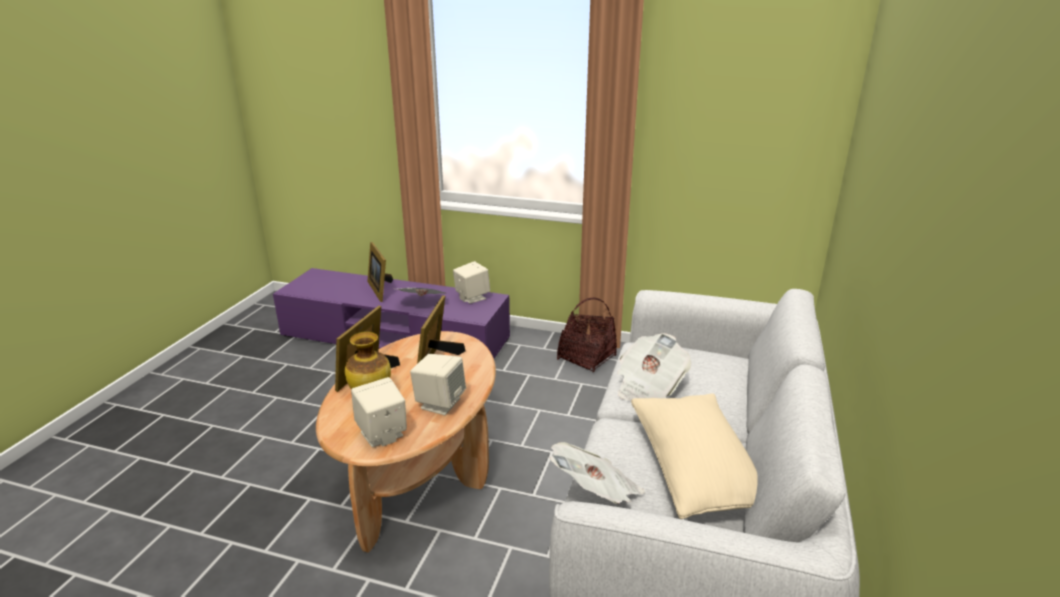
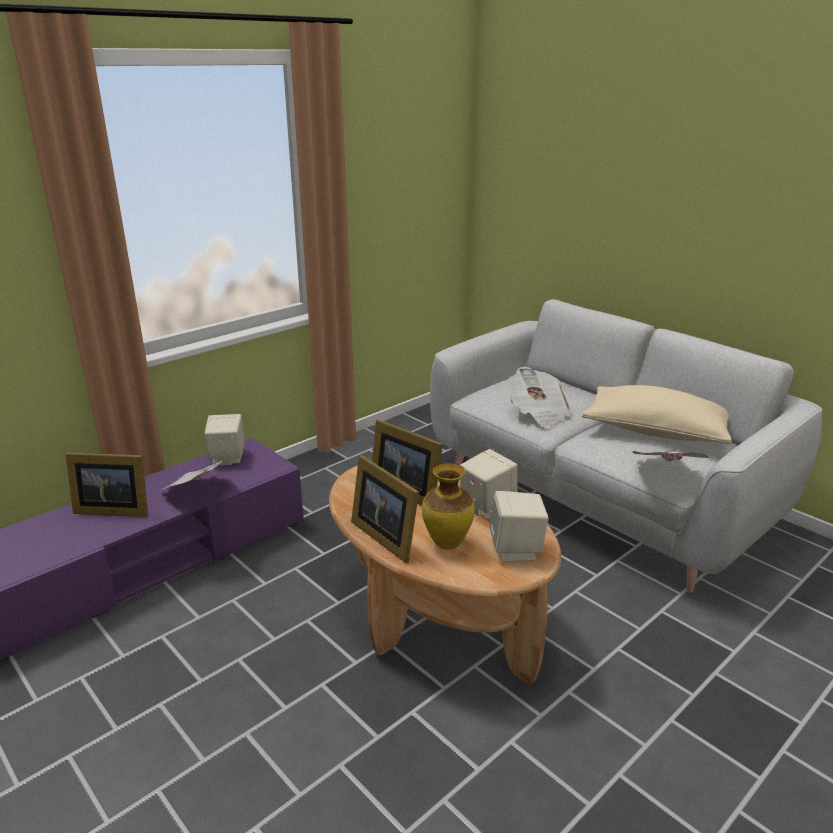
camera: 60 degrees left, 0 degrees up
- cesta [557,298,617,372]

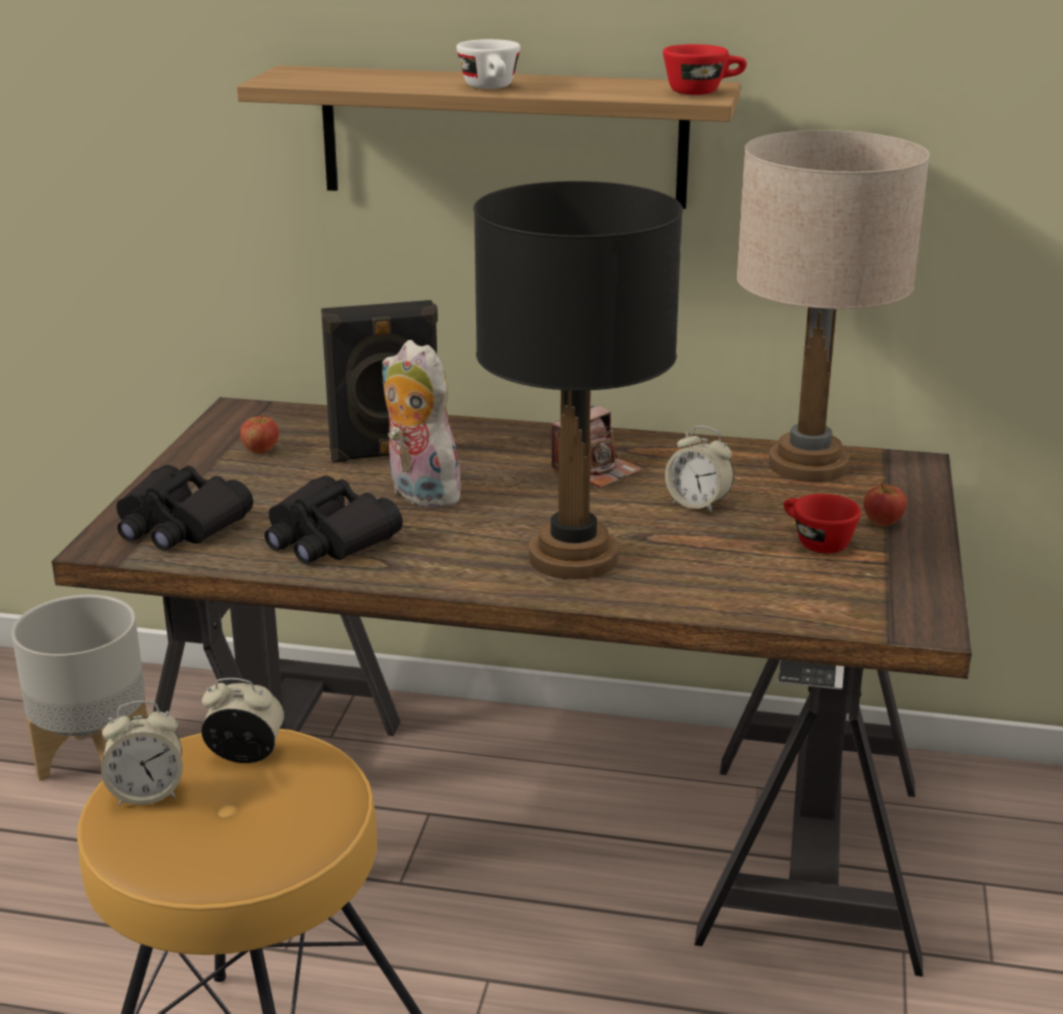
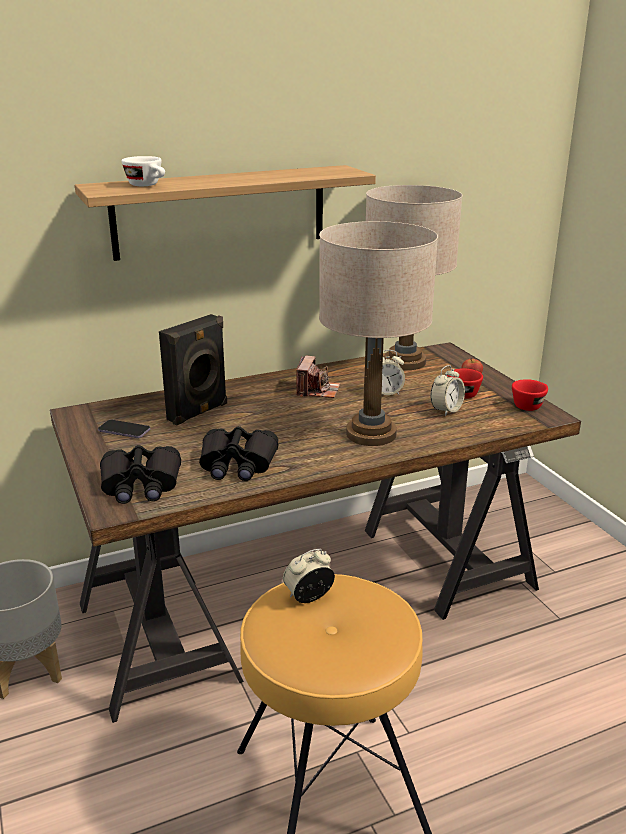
camera: 35 degrees left, 0 degrees up
~ taza/blanco [456,39,520,89] to [121,156,165,186]
~ taza/rojo [663,44,747,95] to [512,379,548,411]
~ lámpara de mesa/negro [474,181,683,579] to lámpara de mesa/beis [319,221,438,446]
- peluche [381,340,467,508]
~ manzana [240,413,279,454] to móvil [98,420,150,438]
~ despertador [101,701,183,806] to [431,365,465,416]

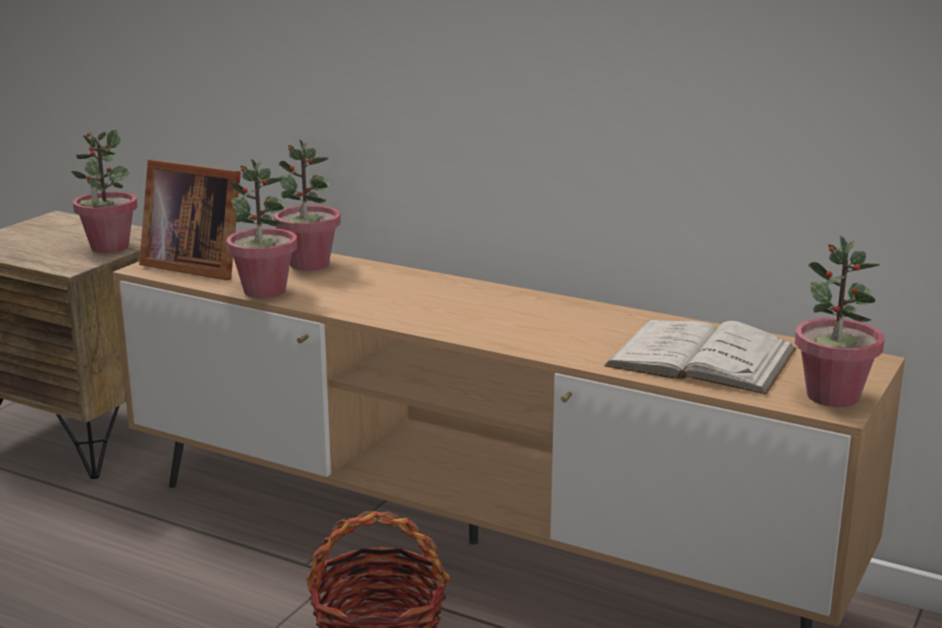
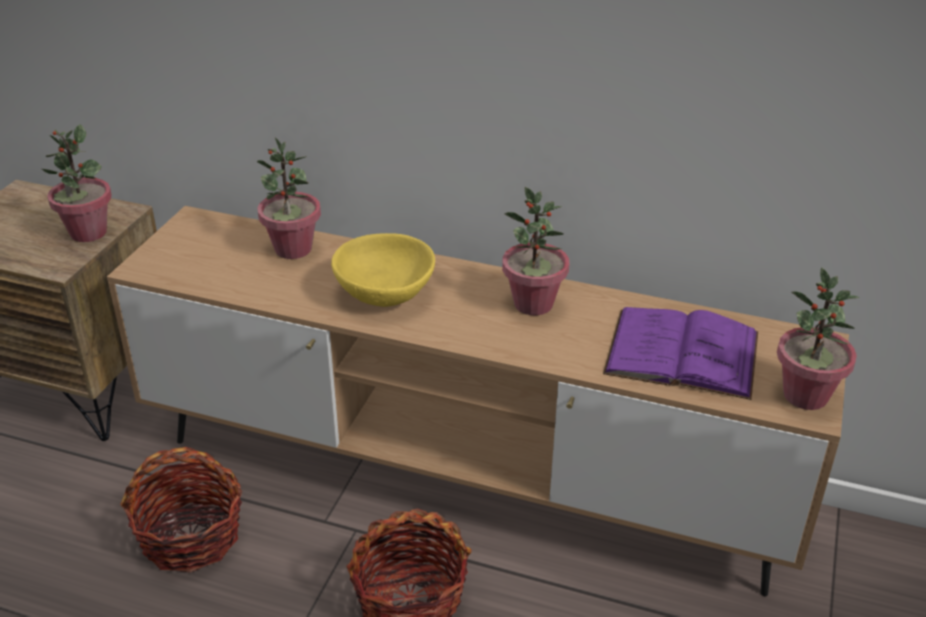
camera: 10 degrees left, 15 degrees up
- portarretratos [139,159,241,280]
~ planta en maceta [226,159,297,298] to [502,187,569,315]
~ libro/blanco [604,320,797,395] to libro/morado [603,307,758,400]
+ cuenco/amarillo [331,233,435,307]
+ cesta [120,447,242,573]

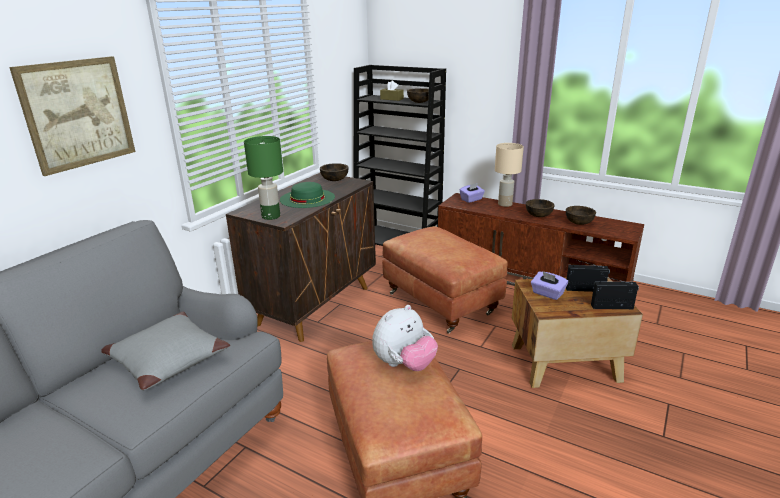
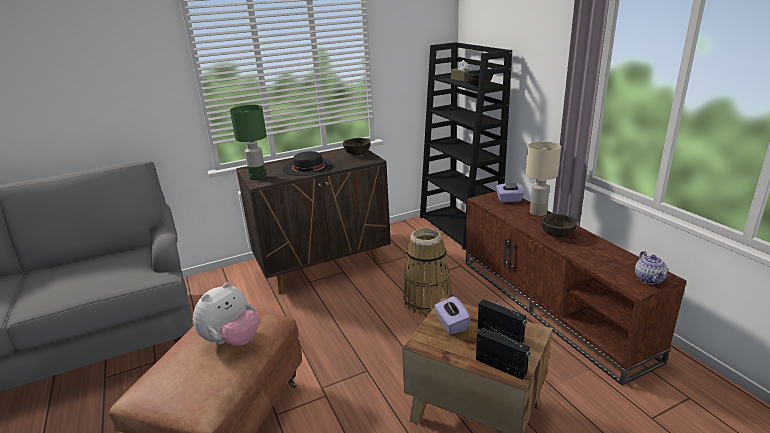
camera: 35 degrees right, 0 degrees up
- cuadro [9,56,135,176]
~ sombrero/verde [280,182,335,208] to sombrero/negro [283,151,334,176]
- cuenco/marrón [566,206,596,225]
~ puf/marrón [382,226,508,334] to cesta [403,228,451,315]
~ peluche [372,305,438,371] = [193,282,260,346] 45 degrees counterclockwise
- cojín/gris [101,312,230,390]
+ tetera [635,251,667,284]

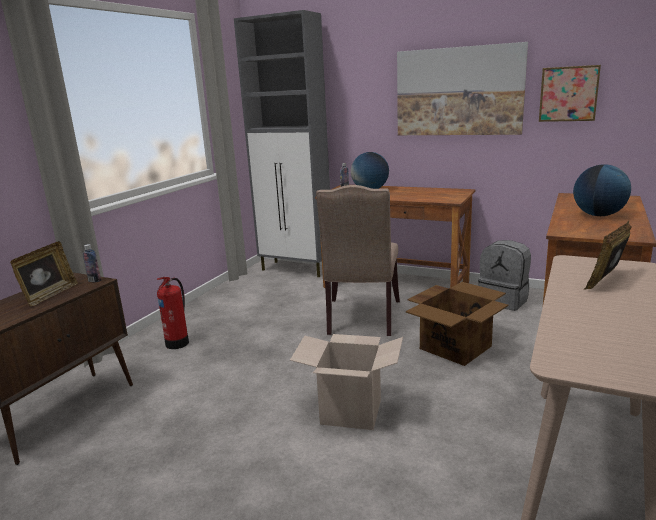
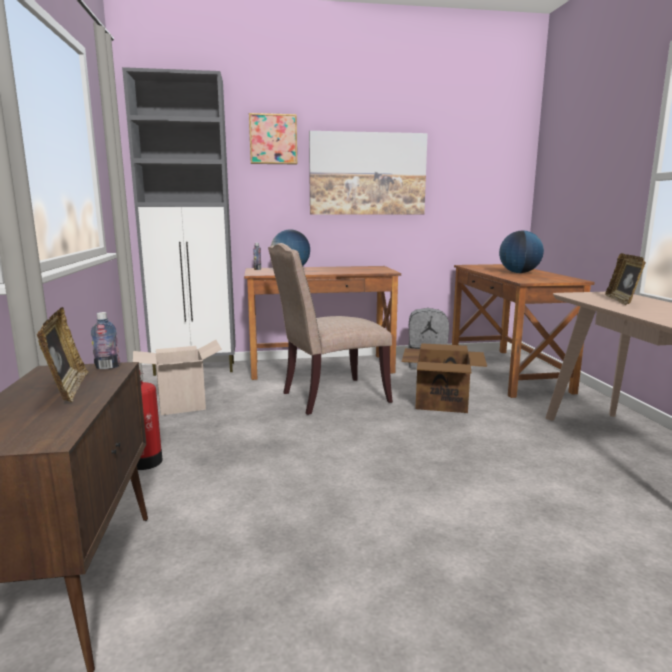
camera: 35 degrees left, 5 degrees down
~ cuadro [539,65,601,122] to [249,113,297,164]
~ silla/beis [316,185,400,336] = [268,243,393,415] 90 degrees clockwise
~ caja de cartón [290,334,403,430] to [133,340,222,415]

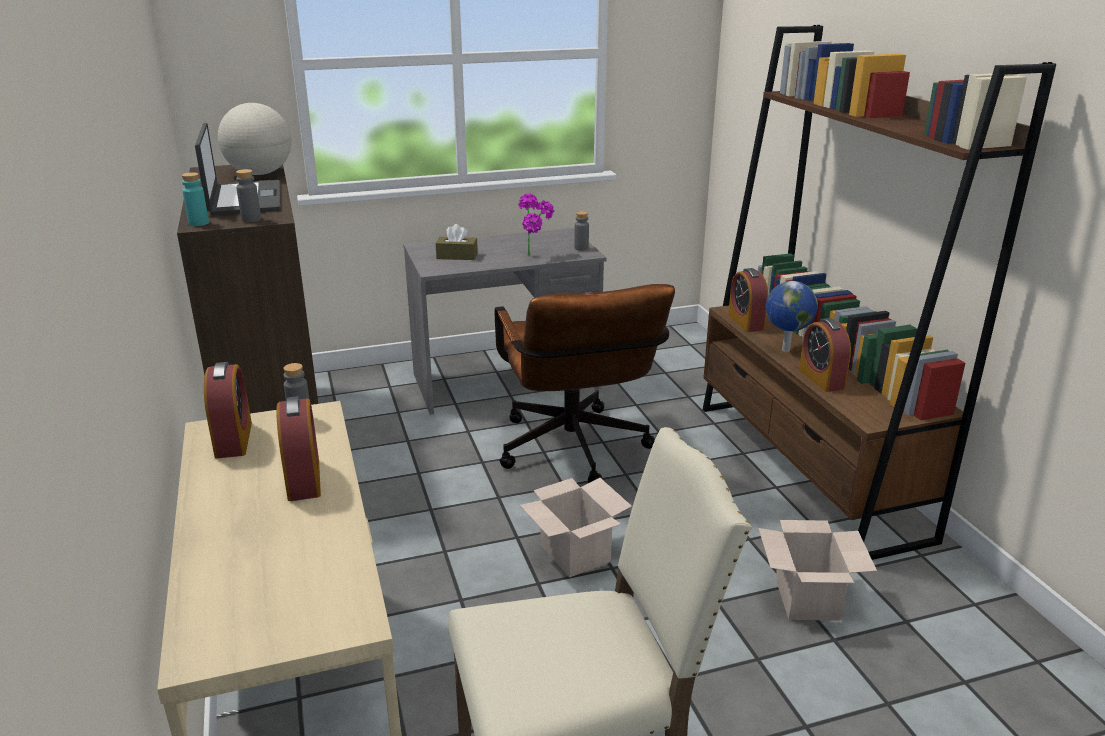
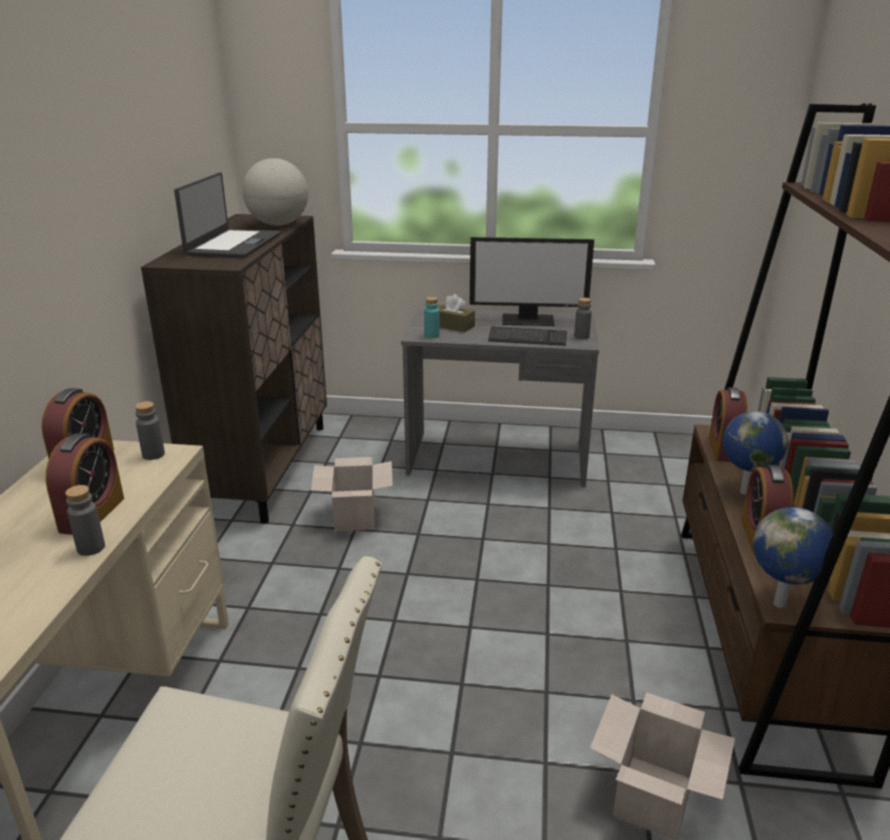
camera: 25 degrees right, 0 degrees up
~ botella/gris [236,169,261,222] to [65,485,105,556]
~ botella/turquesa [182,172,209,226] to [424,297,440,338]
~ planta en maceta [519,193,554,256] to teclado [488,327,567,346]
- silla de oficina/marrón [495,284,675,483]
~ caja de cartón [520,478,632,577] to [311,457,393,532]
+ monitor [470,237,594,326]
+ globo terráqueo [753,507,833,608]

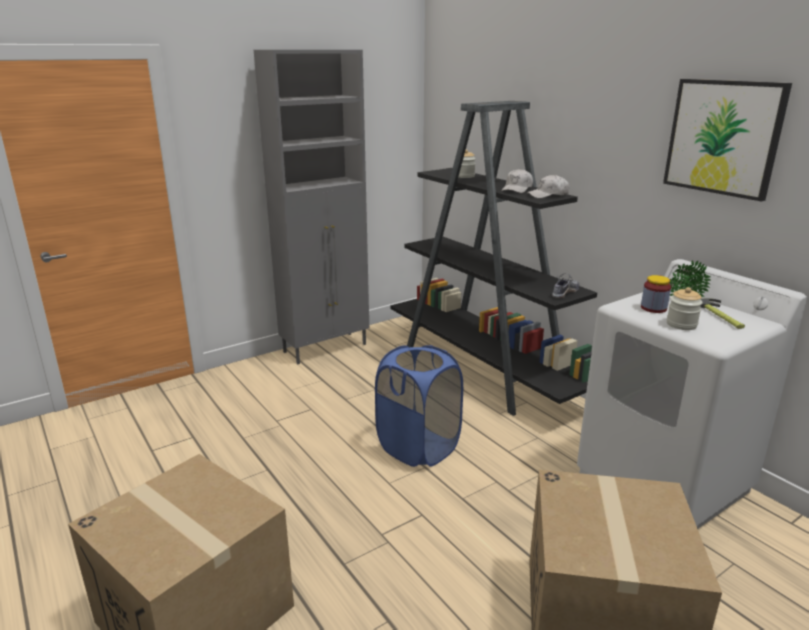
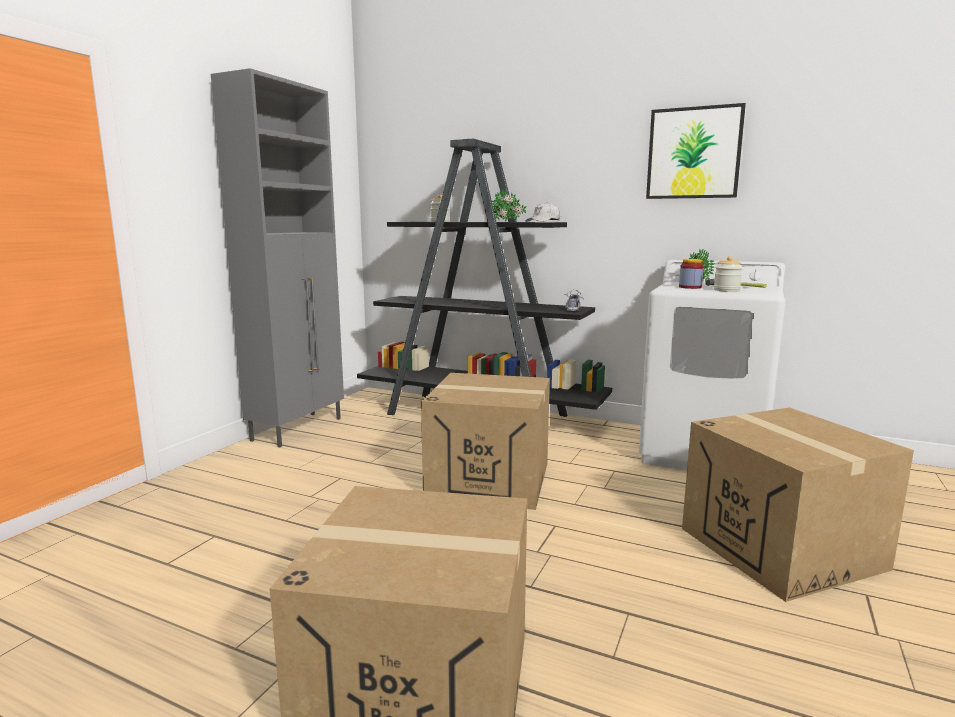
camera: 30 degrees left, 10 degrees down
~ gorra/blanco [501,169,533,193] to planta en maceta [492,189,526,222]
~ cesto de la ropa/azul [375,345,463,467] to caja de cartón [421,373,550,510]

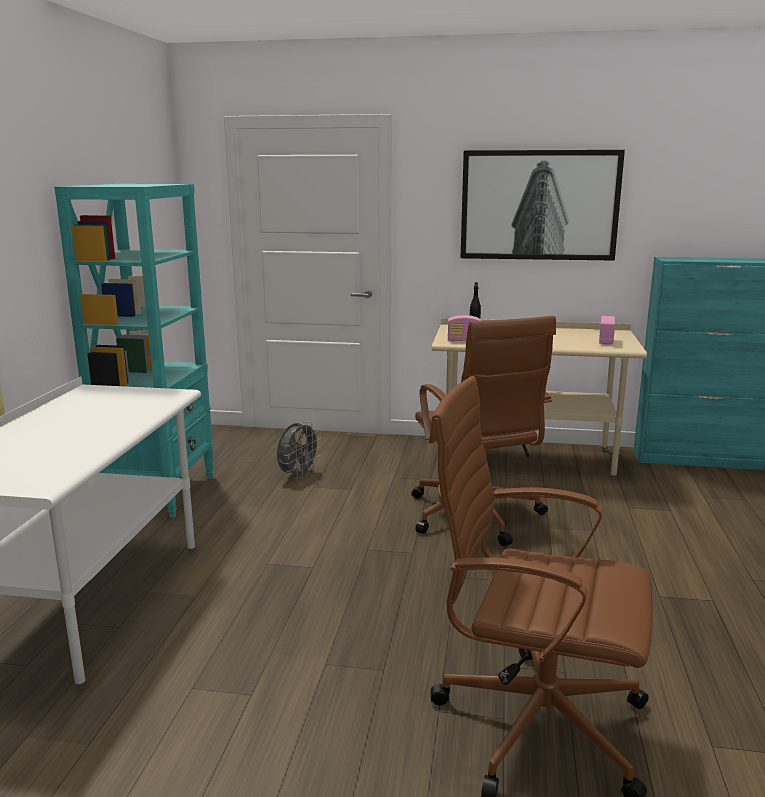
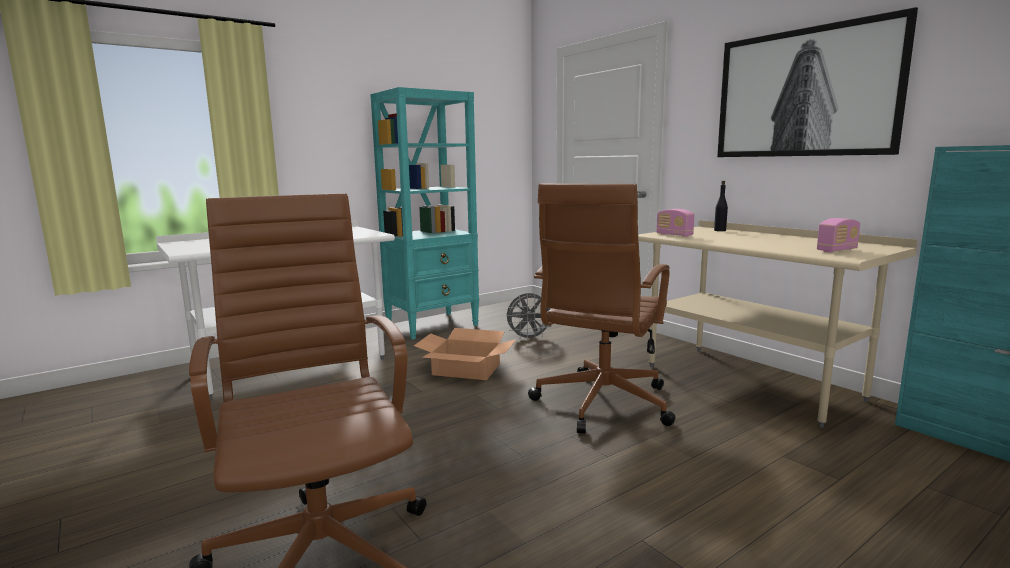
camera: 45 degrees right, 5 degrees down
+ caja de cartón [414,328,517,380]

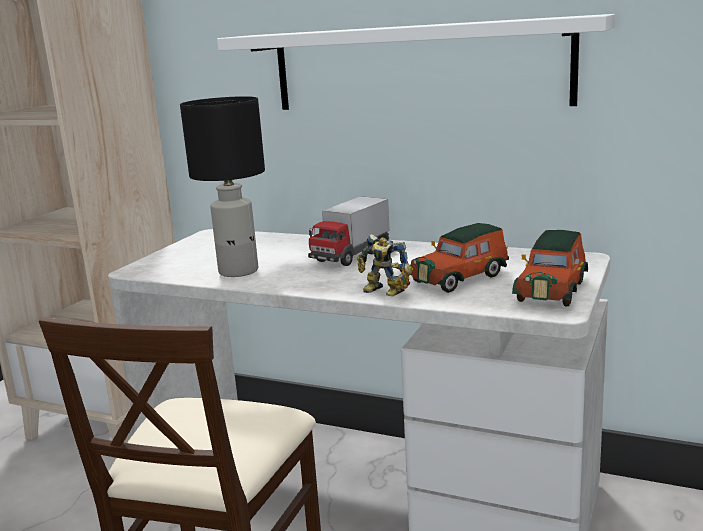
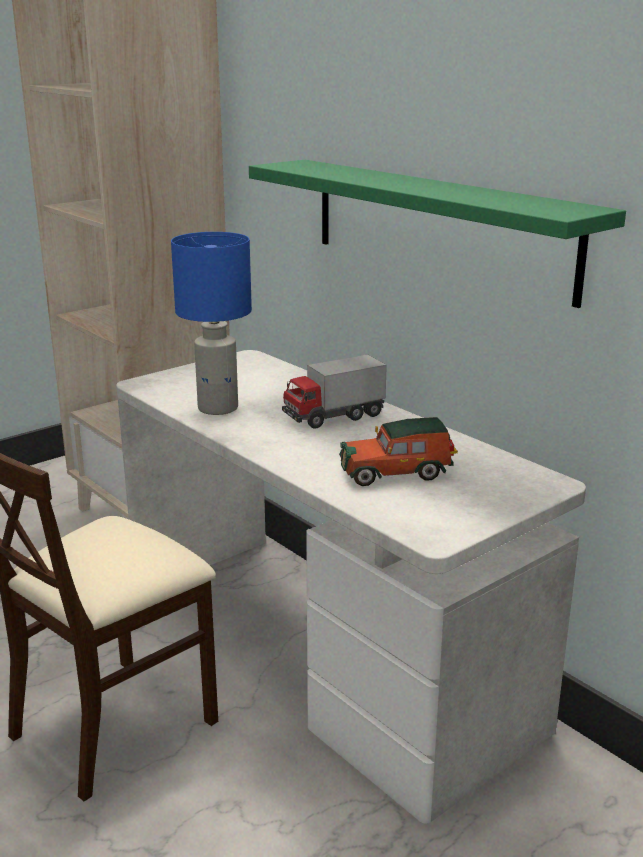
camera: 25 degrees right, 5 degrees up
~ estante/blanco [217,14,615,110] to estante/verde [249,160,626,308]
~ lámpara de mesa/negro [180,96,265,277] to lámpara de mesa/azul [171,232,252,415]
- coche de juguete [512,230,588,306]
- robot de juguete [357,234,413,297]

